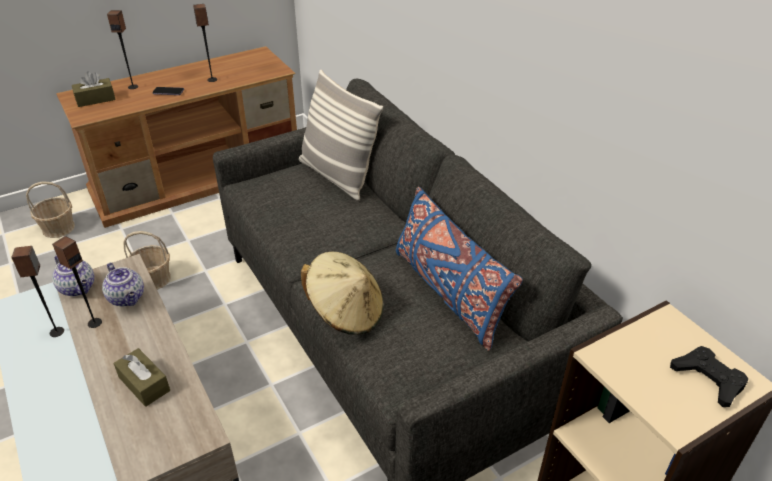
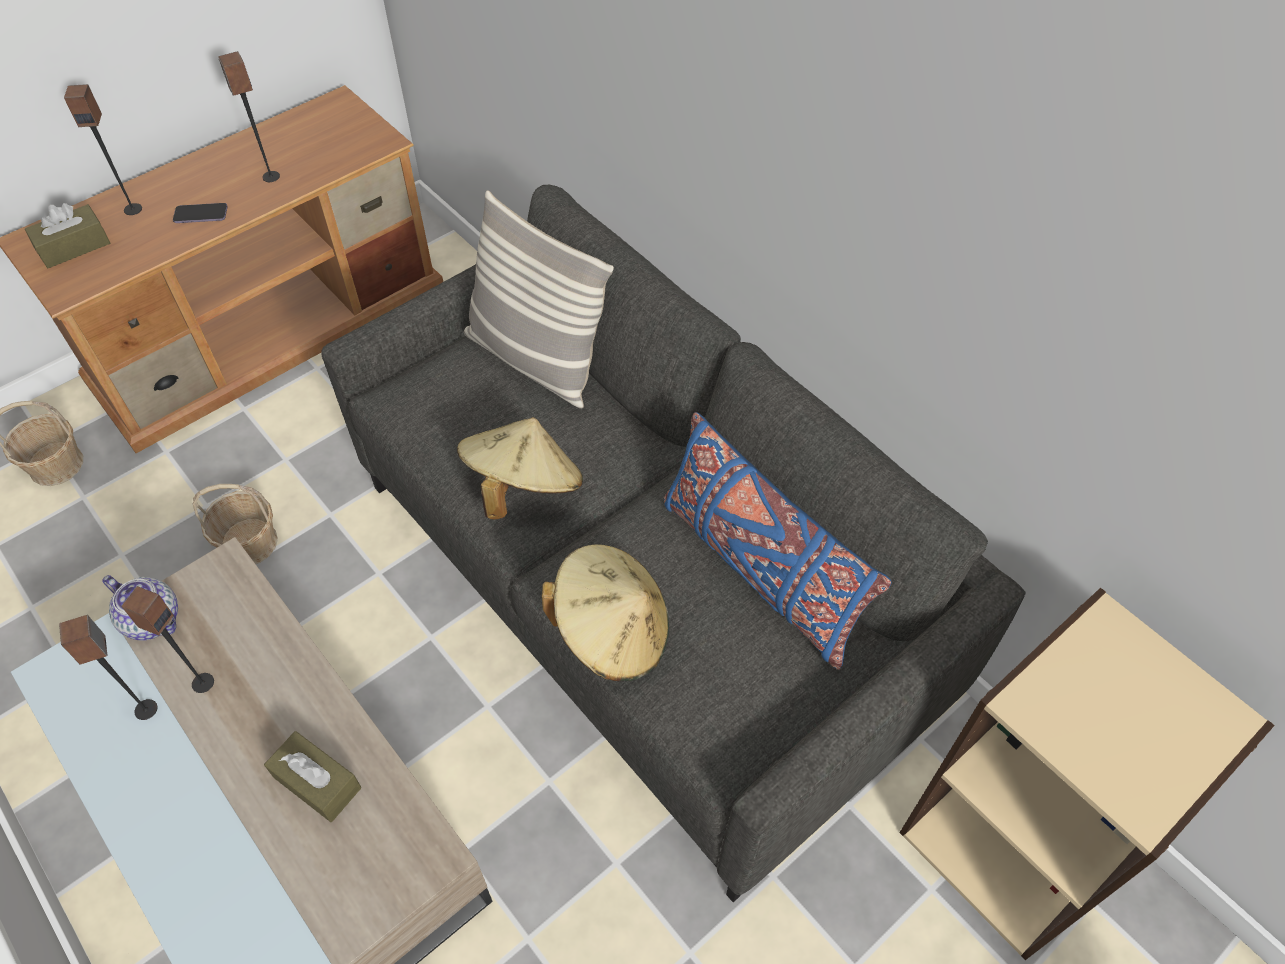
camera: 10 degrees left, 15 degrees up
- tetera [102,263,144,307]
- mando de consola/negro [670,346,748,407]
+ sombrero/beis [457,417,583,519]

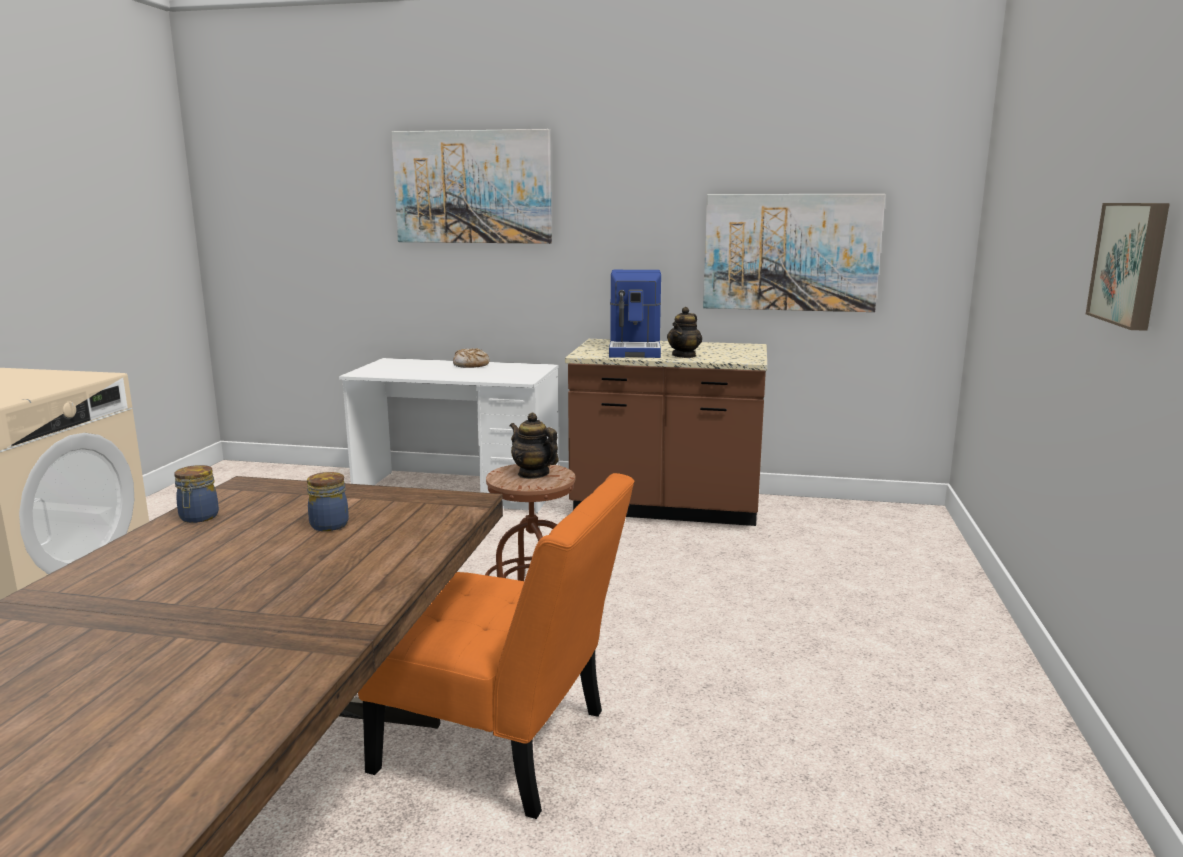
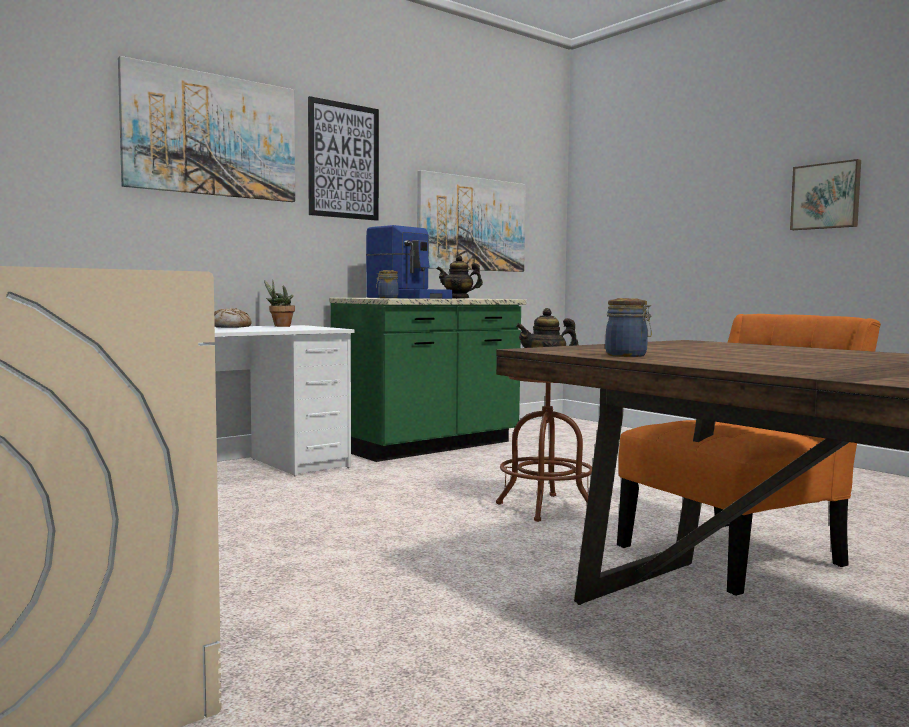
camera: 50 degrees left, 10 degrees down
~ tetera [667,307,702,358] = [437,255,483,299] 120 degrees clockwise
~ mueble bajo de cocina/marrón [565,339,767,526] to mueble bajo de cocina/verde [329,298,527,462]
~ tarro [307,472,349,531] to [376,270,398,298]
+ cuadro [308,96,379,221]
+ planta en maceta [264,280,295,327]

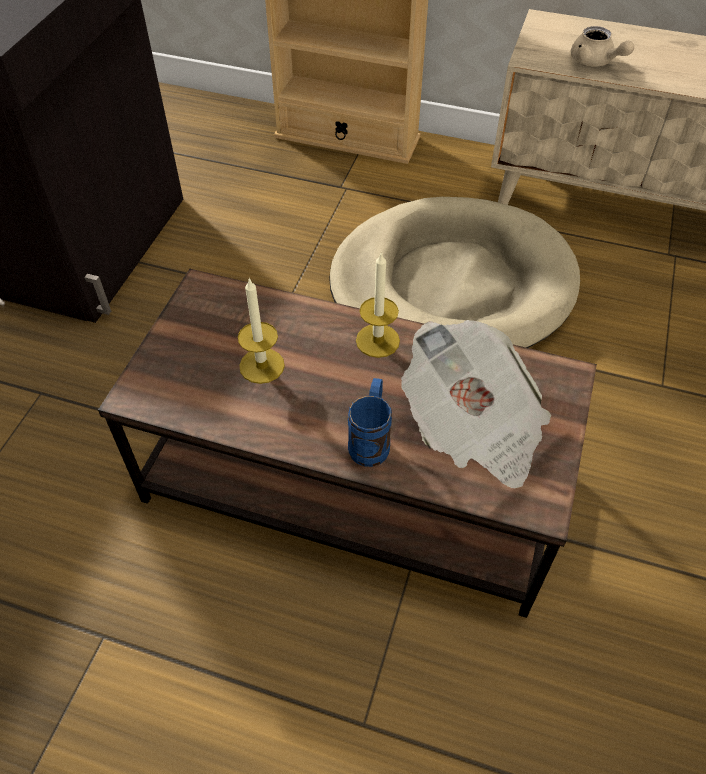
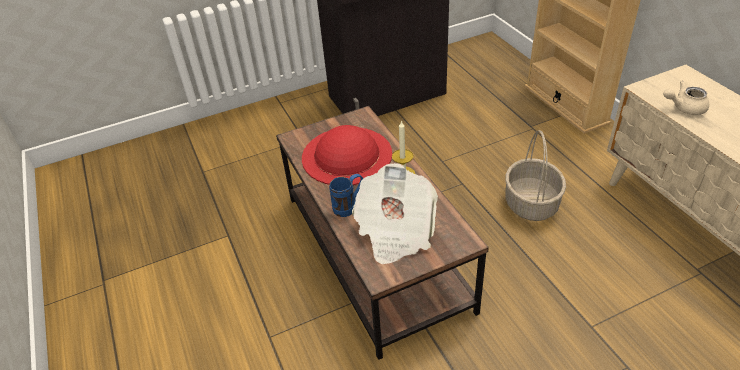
camera: 50 degrees right, 10 degrees down
~ tetera/beis [570,26,634,67] = [663,81,709,115] 75 degrees clockwise
~ cama para perro/beis [329,197,580,348] to cesta [505,130,566,221]
~ vela [238,278,285,384] to sombrero/rojo [302,125,392,185]

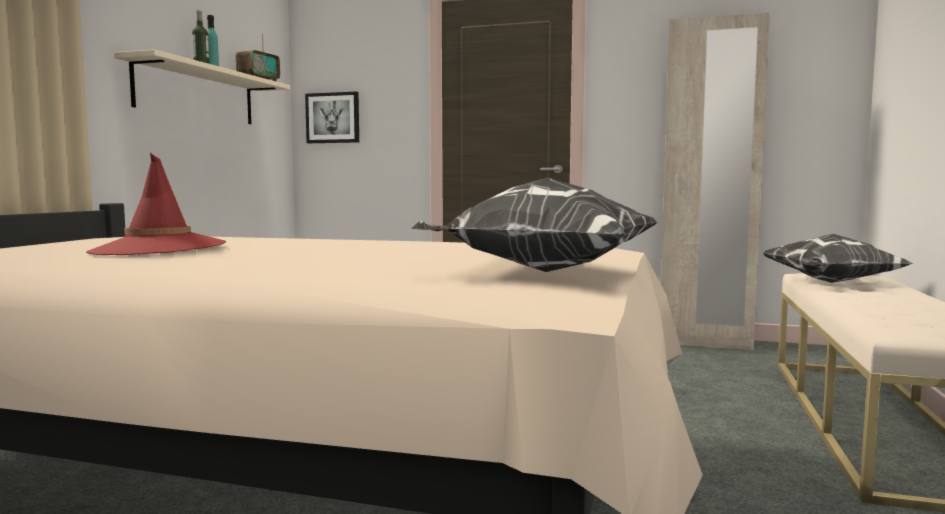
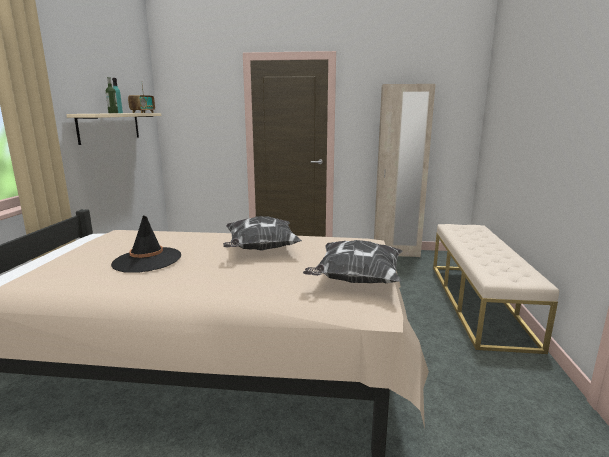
camera: 10 degrees left, 10 degrees up
- cuadro [305,92,359,143]
~ sombrero/rojo [86,153,226,255] to sombrero/negro [111,215,181,273]
~ cojín [763,234,913,283] to [223,216,302,251]

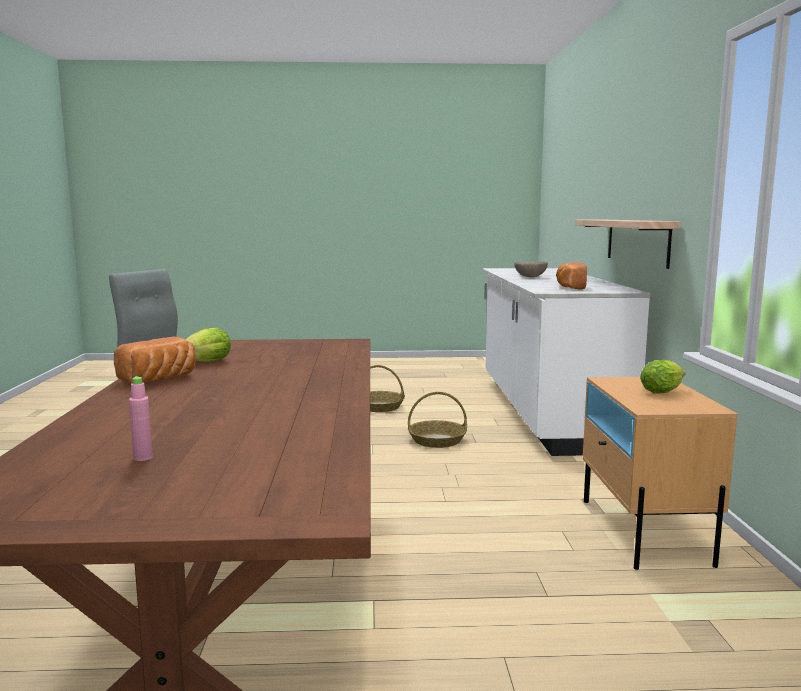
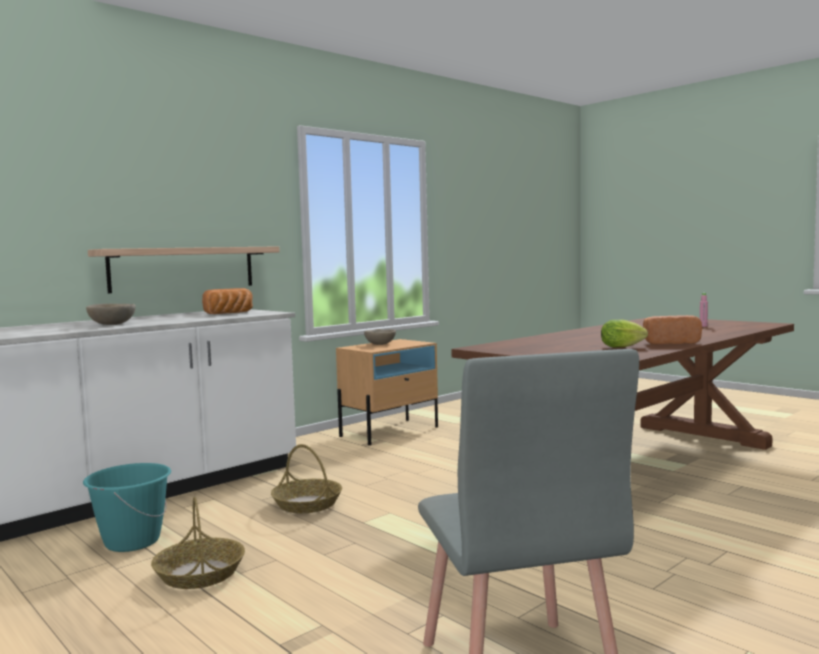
camera: 130 degrees left, 5 degrees down
~ lechuga [640,360,685,394] to cuenco/beis [364,329,396,345]
+ cubo/turquesa [83,463,171,552]

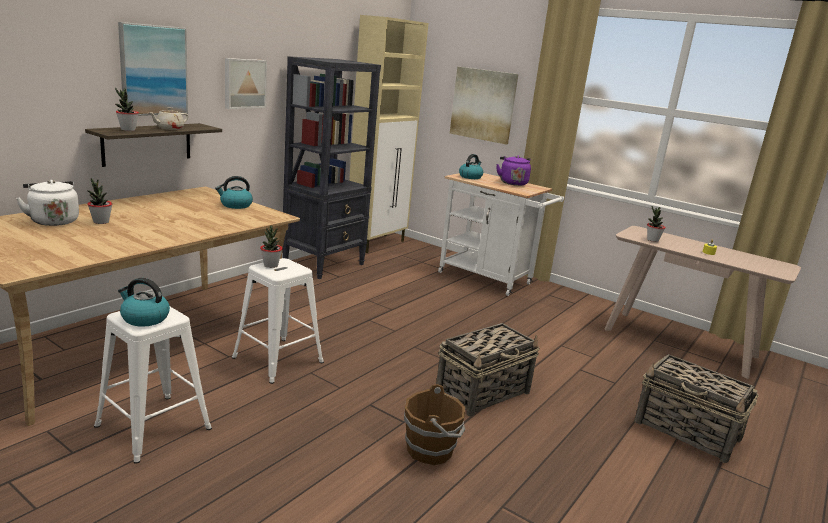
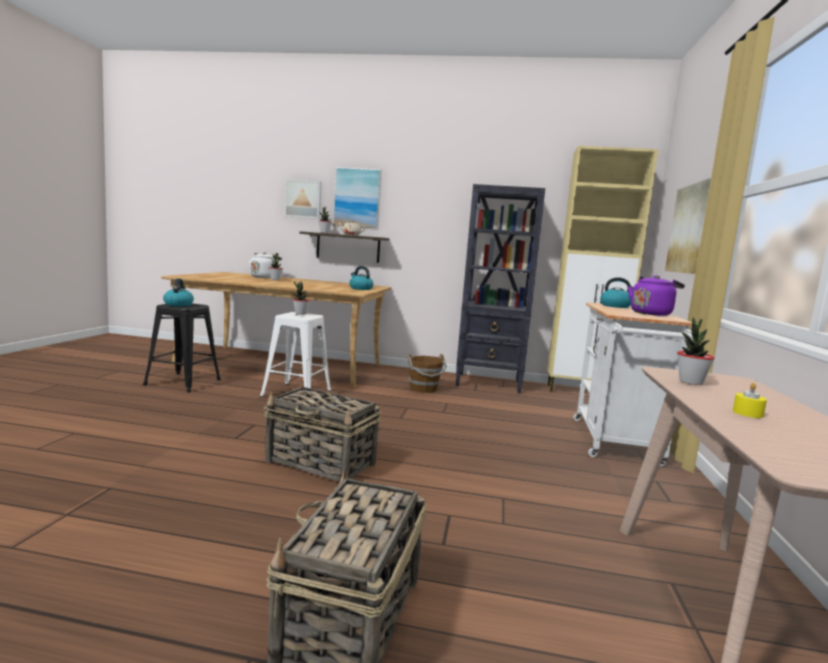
camera: 65 degrees right, 10 degrees down
~ cuadro [225,58,267,109] to [284,179,322,219]
~ taburete/blanco [94,307,212,464] to taburete/negro [143,304,221,393]
~ cubo/marrón [404,384,465,465] to [408,354,447,393]

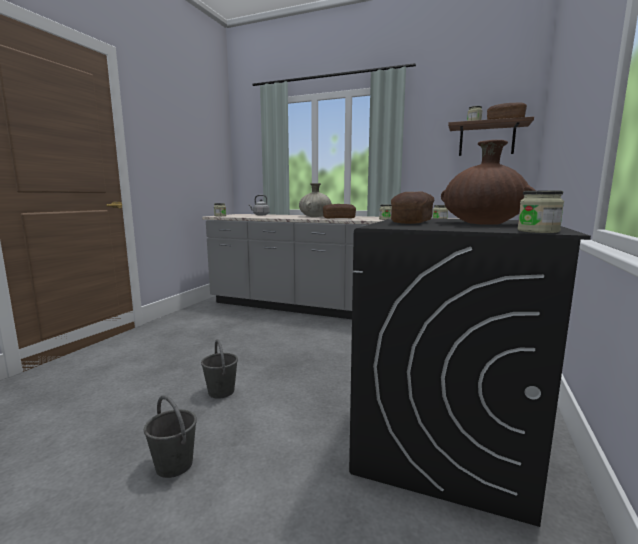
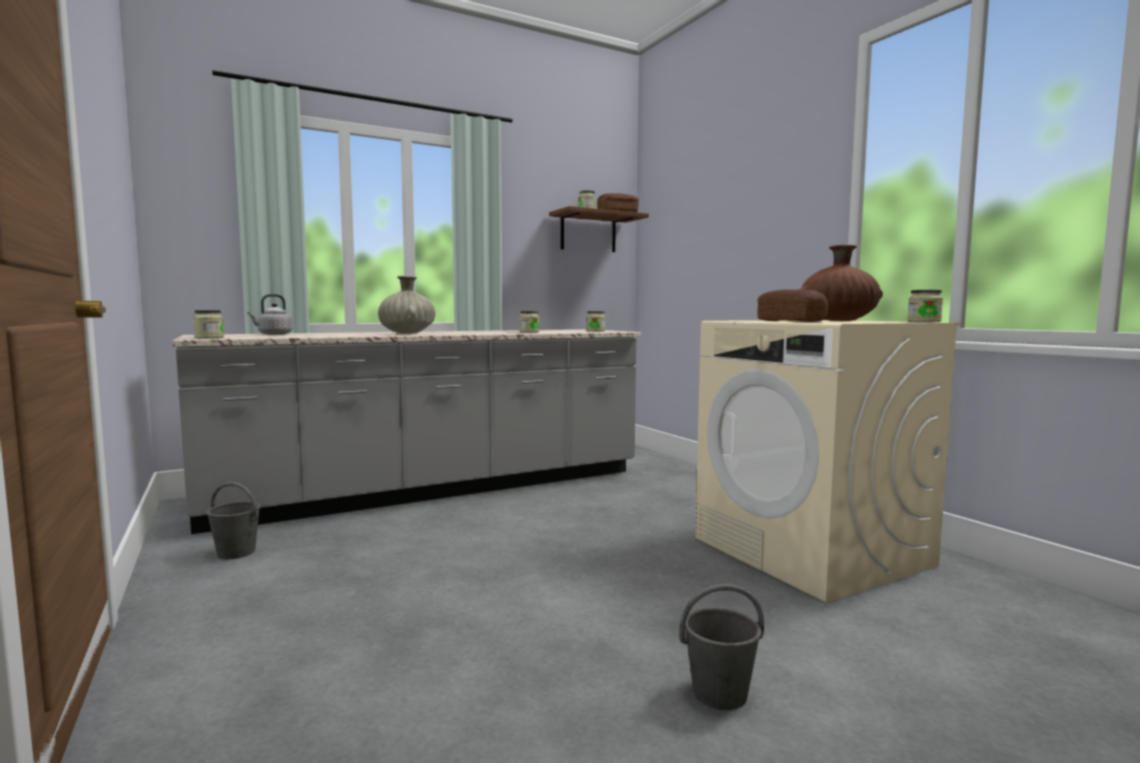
camera: 50 degrees left, 5 degrees down
- pan [323,204,356,219]
~ lavadora/negro [349,218,591,527] to lavadora/beis [695,320,960,603]
~ cubo/gris [201,340,238,399] to [206,482,260,559]

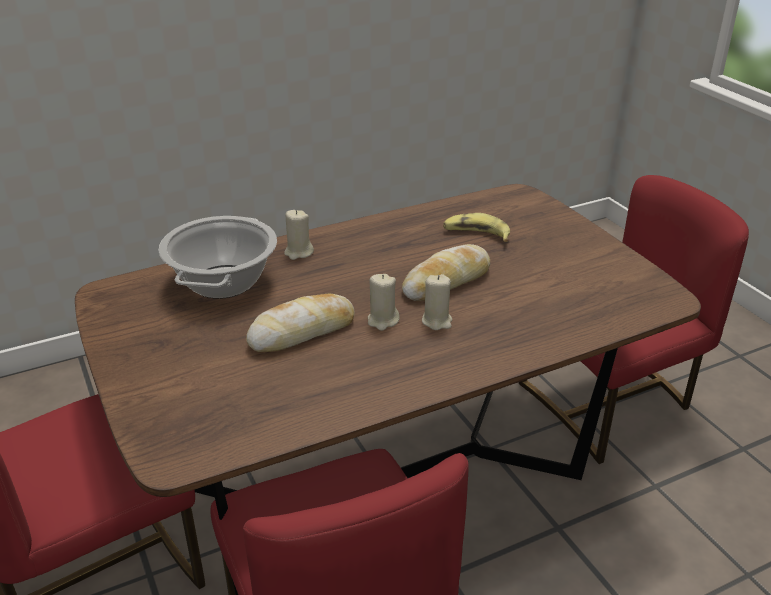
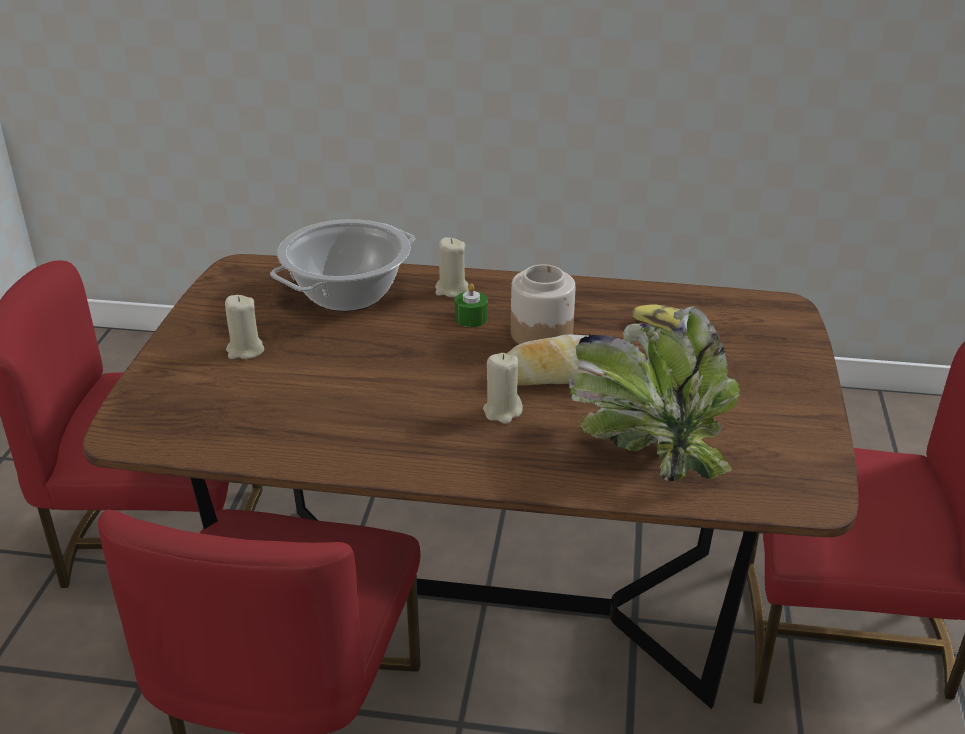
camera: 35 degrees right, 0 degrees up
~ vela/beis [368,274,400,331] to [225,295,264,359]
- pan [246,293,355,353]
+ tarro [511,264,575,344]
+ vela/verde [455,283,488,327]
+ planta en maceta [569,306,741,481]

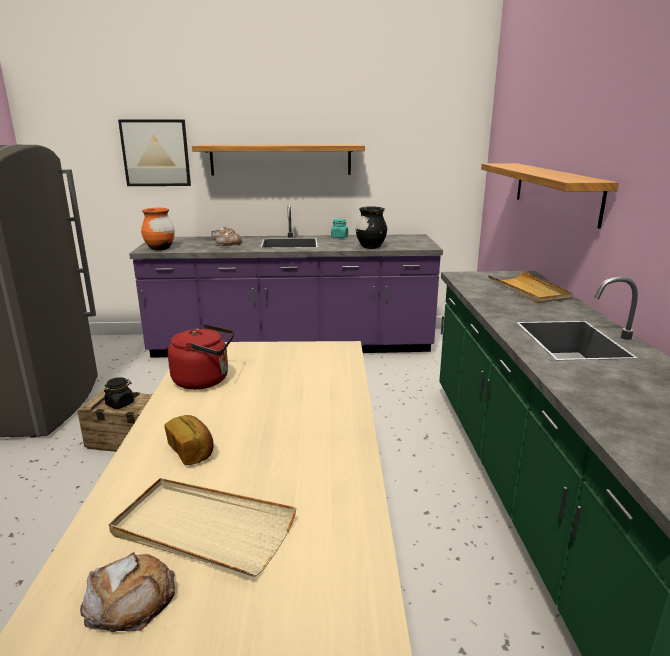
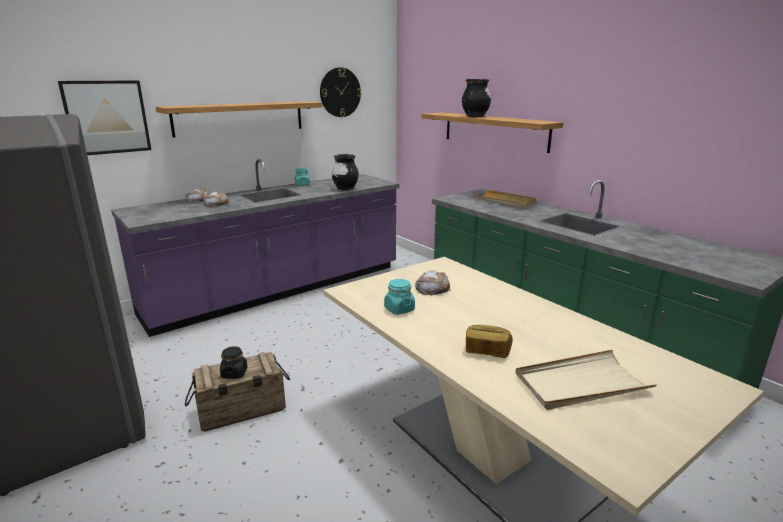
camera: 35 degrees left, 0 degrees up
- florero/naranja [141,208,175,251]
~ hervidor/rojo [168,324,234,390] to tarro/turquesa [384,279,415,315]
~ pan [80,552,175,632] to [415,270,451,295]
+ reloj de pared [320,67,361,117]
+ florero/negro [462,79,491,117]

